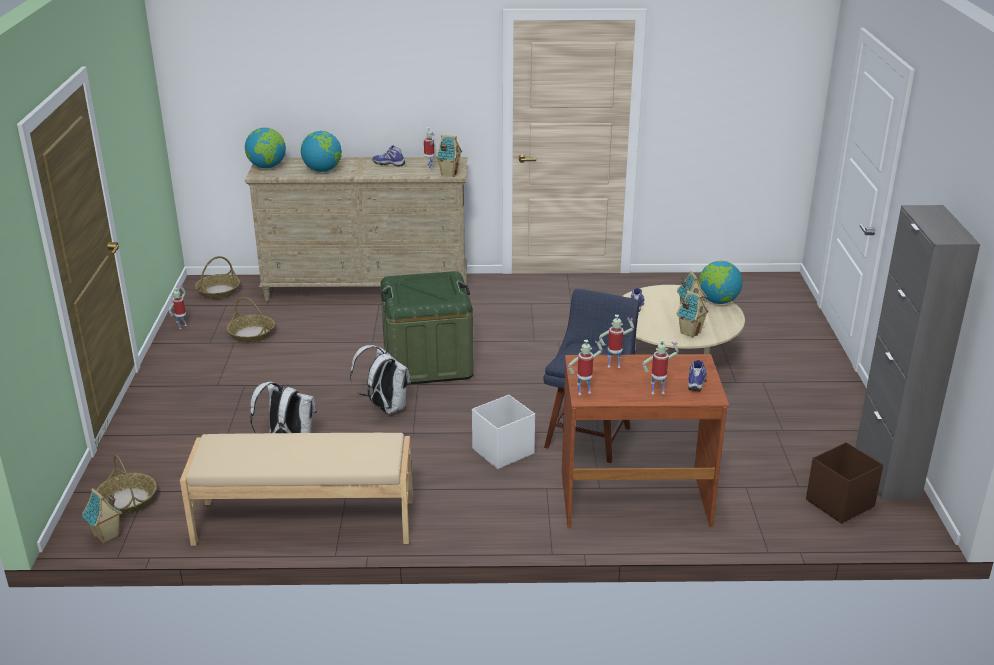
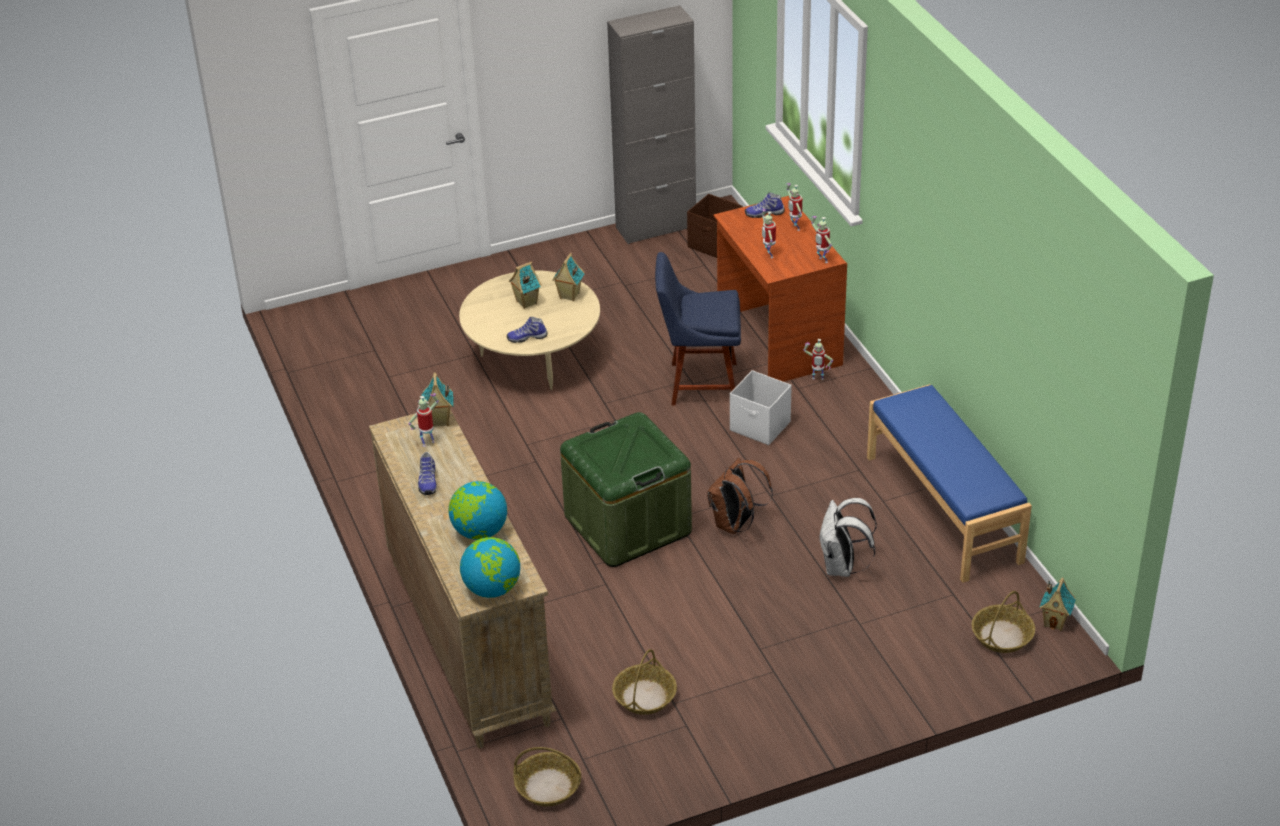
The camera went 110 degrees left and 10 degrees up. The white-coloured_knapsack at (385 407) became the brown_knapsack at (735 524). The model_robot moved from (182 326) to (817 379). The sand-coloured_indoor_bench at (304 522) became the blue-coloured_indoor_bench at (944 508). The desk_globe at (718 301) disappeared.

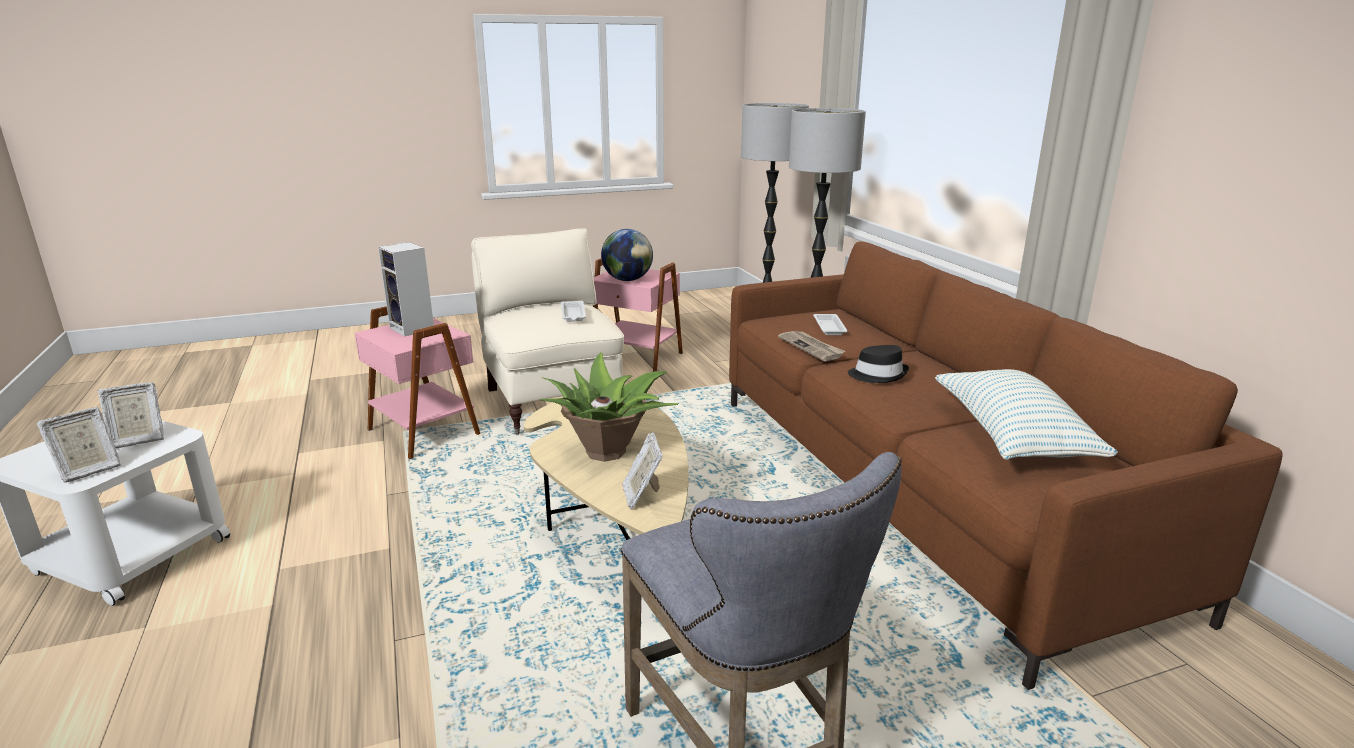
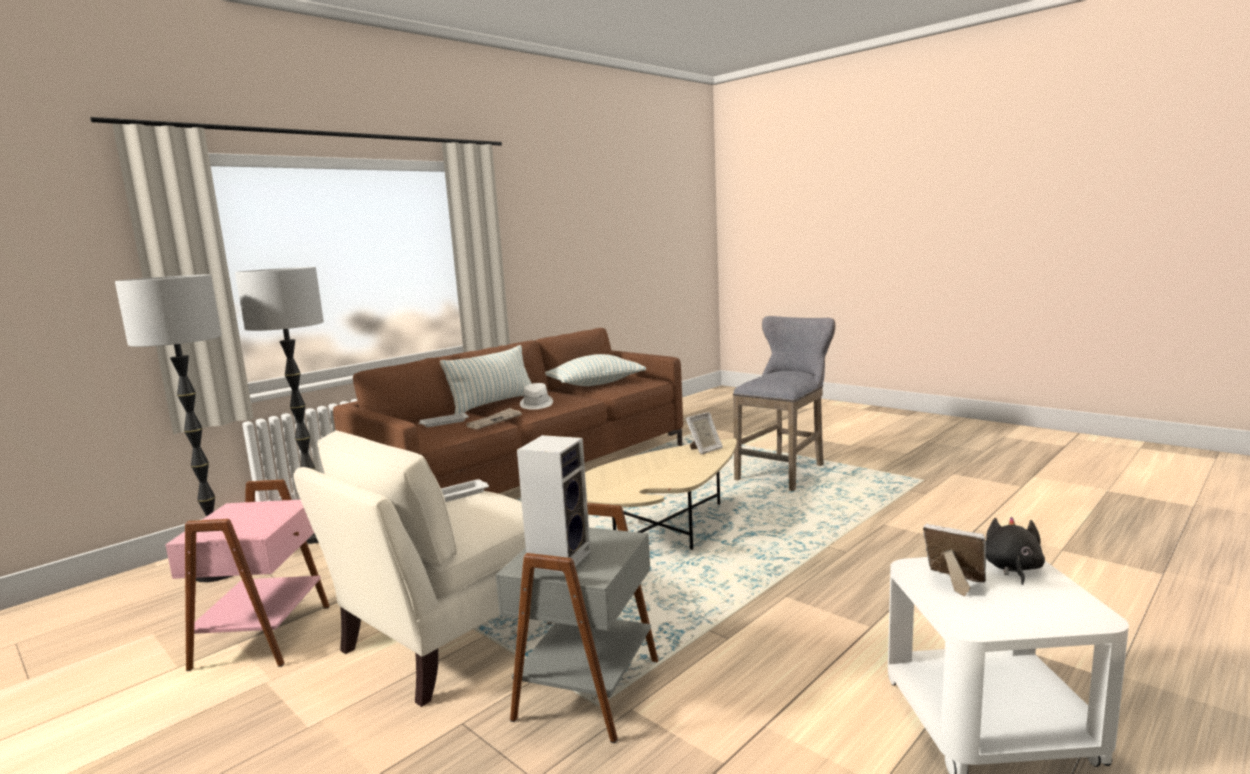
The camera went 115 degrees left and 10 degrees down. The cushion at (493 404) appeared. The pink_side_table at (426 431) became the gray_side_table at (584 689). The blackish_clothing_hat at (878 375) became the white-coloured_clothing_hat at (536 404). The picture_frame at (88 470) was replaced by the blackish_soft_toy at (1012 568). The houseplant at (607 451) disappeared. The desk_globe at (627 280) disappeared.

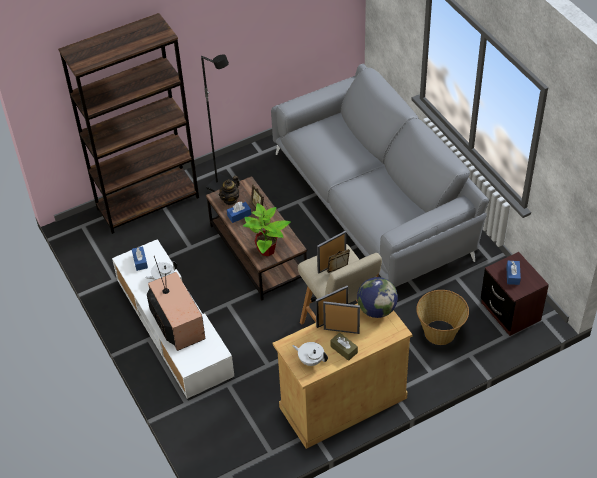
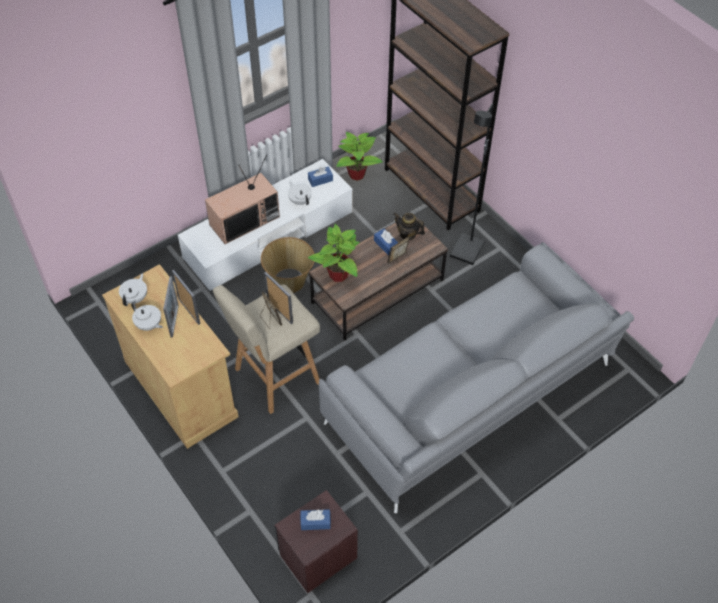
The camera went 80 degrees right and 5 degrees up. The brown_tissue_holder at (344 349) was replaced by the white-coloured_pot_for_tea at (149 325). The household_basket moved from (440 332) to (289 281). The houseplant at (357 174) appeared. The desk_globe at (376 309) disappeared.

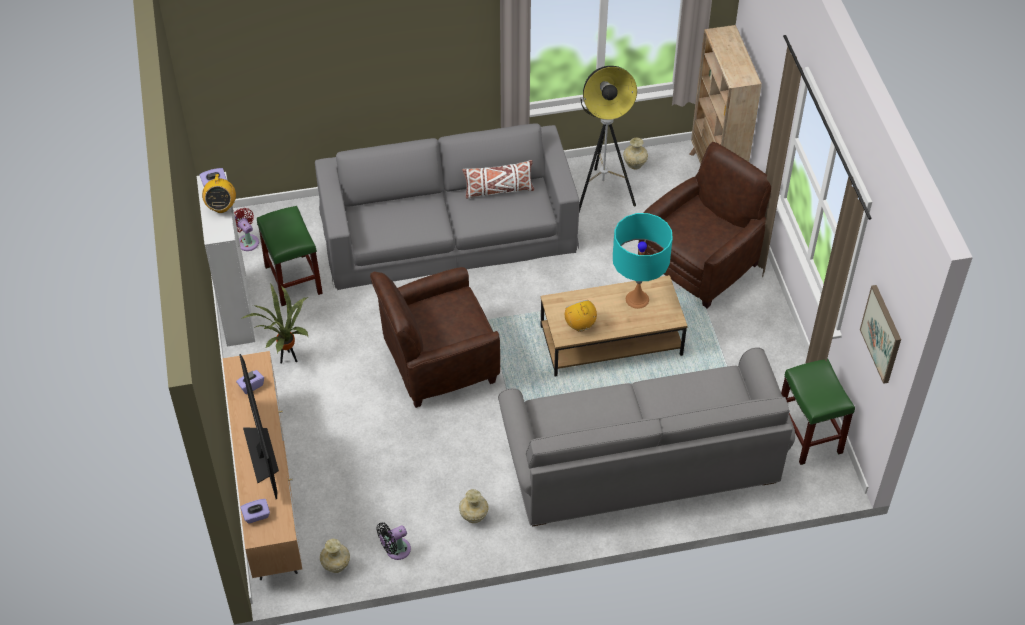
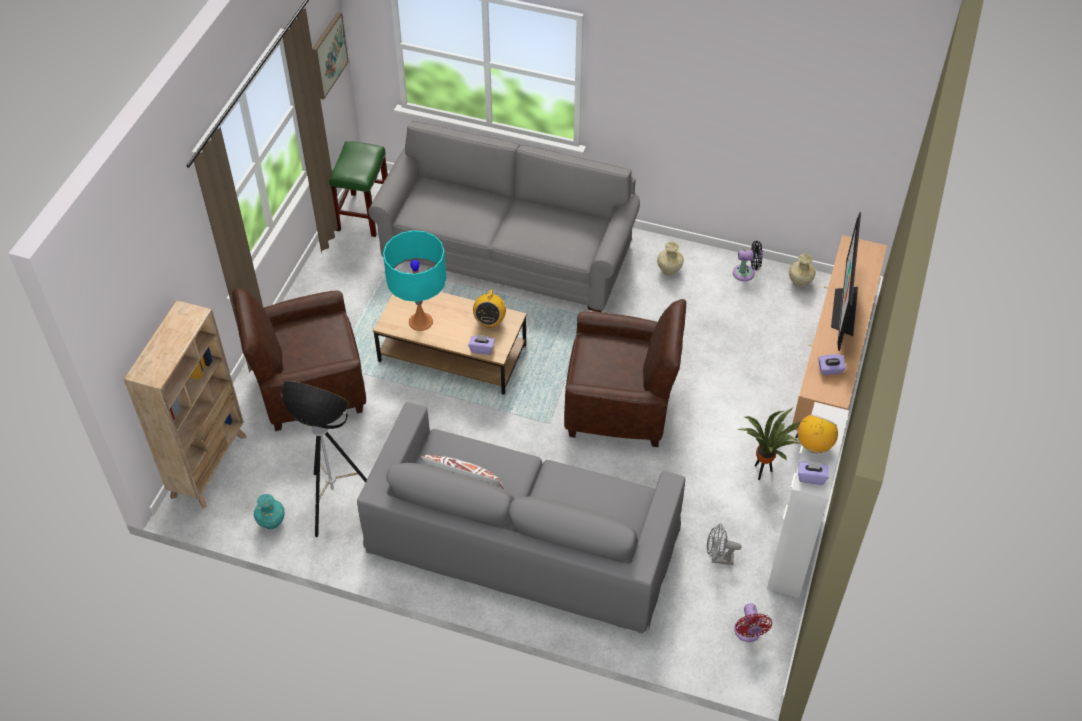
The camera went 150 degrees left and 0 degrees up. The sand-coloured_vase at (635 164) became the blue-green_vase at (271 522). The purplish_tissue_holder moved from (256 516) to (482 349). The greenish_sitting_stool at (292 279) was replaced by the gray_fan at (718 558).

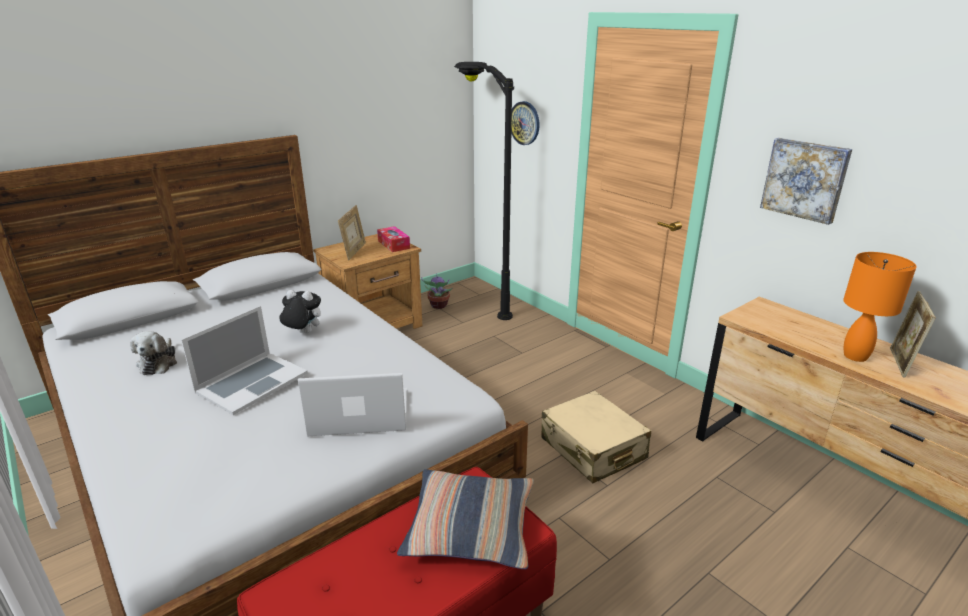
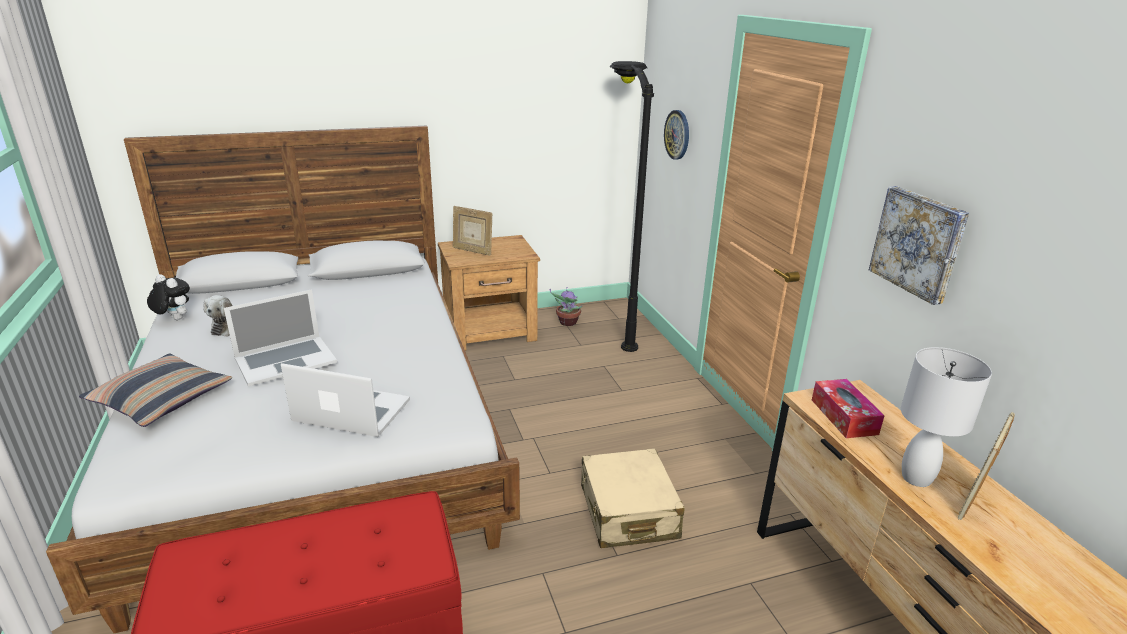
The camera went 20 degrees right and 0 degrees up. The cushion moved from (470 528) to (161 400). The soft_toy moved from (303 333) to (174 319). The picture_frame at (354 252) turned 90 degrees clockwise. The tissue_holder moved from (393 244) to (844 416). The orange_lamp_for_a_table at (856 356) became the white-coloured_lamp_for_a_table at (917 479).

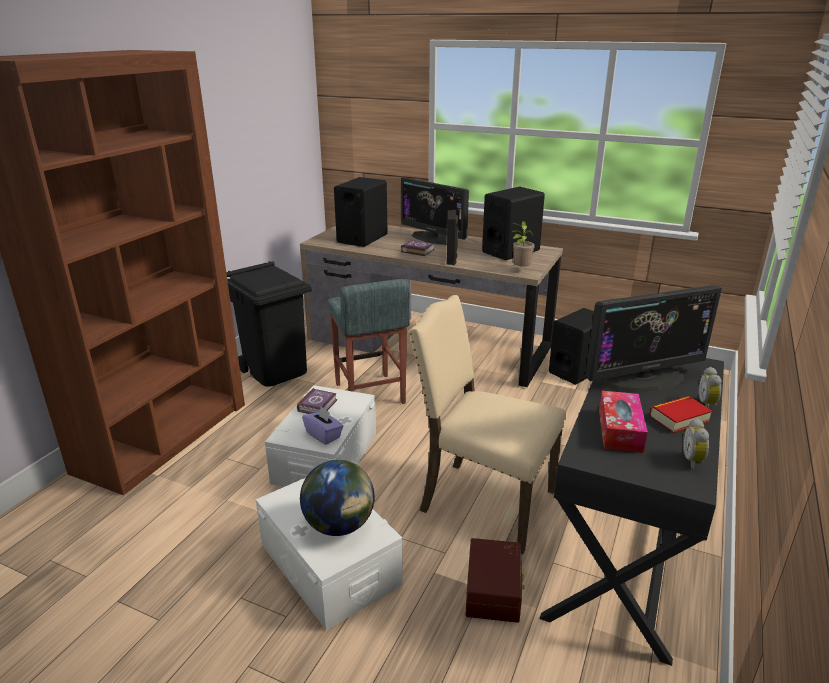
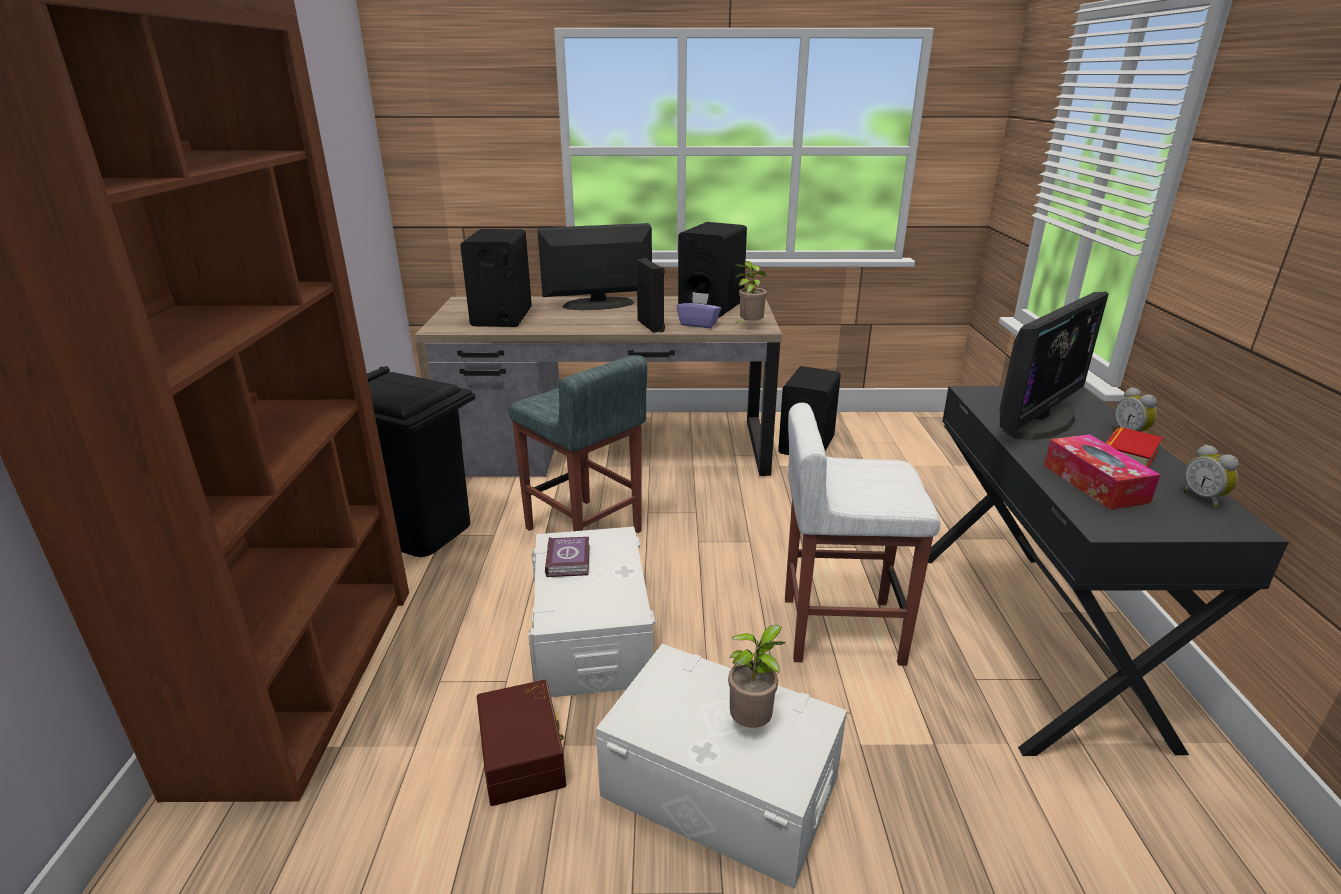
The camera went 25 degrees left and 0 degrees up. The brown_storage_box moved from (495 590) to (525 754). The monitor at (433 238) turned 150 degrees clockwise. The purplish_tissue_holder moved from (324 435) to (698 324). The desk_globe at (339 525) was replaced by the houseplant at (752 723). The sand-coloured_upright_chair at (484 501) was replaced by the white-coloured_sitting_stool at (839 629). The bound_book at (417 250) disappeared.

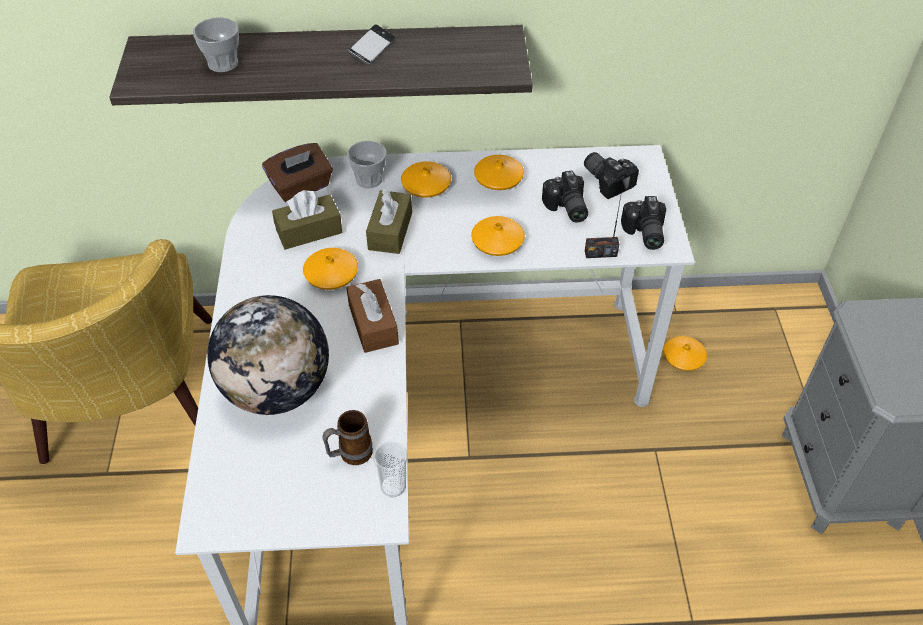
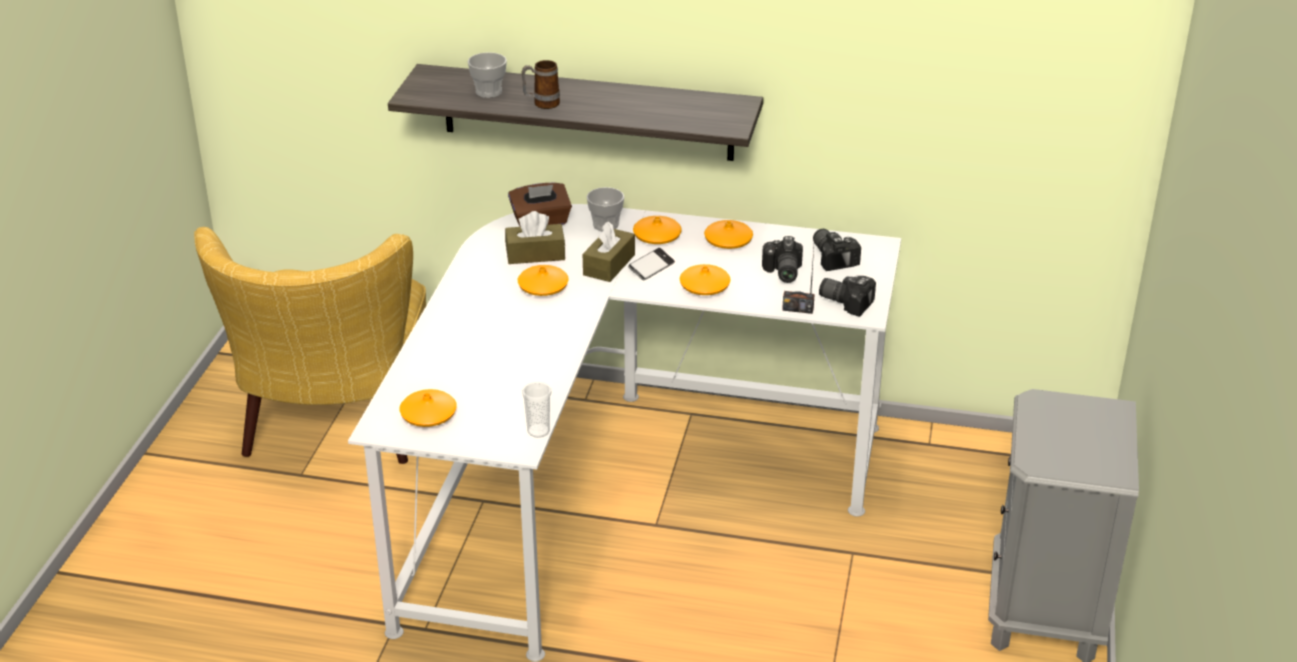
The camera went 15 degrees right and 15 degrees down. The orange_vase moved from (683 357) to (428 415). The mug moved from (349 455) to (541 104). The phone moved from (372 48) to (651 268). The photo_camera at (643 234) turned 105 degrees clockwise. The desk_globe at (278 389) disappeared. The brown_tissue_holder at (373 324) disappeared.

